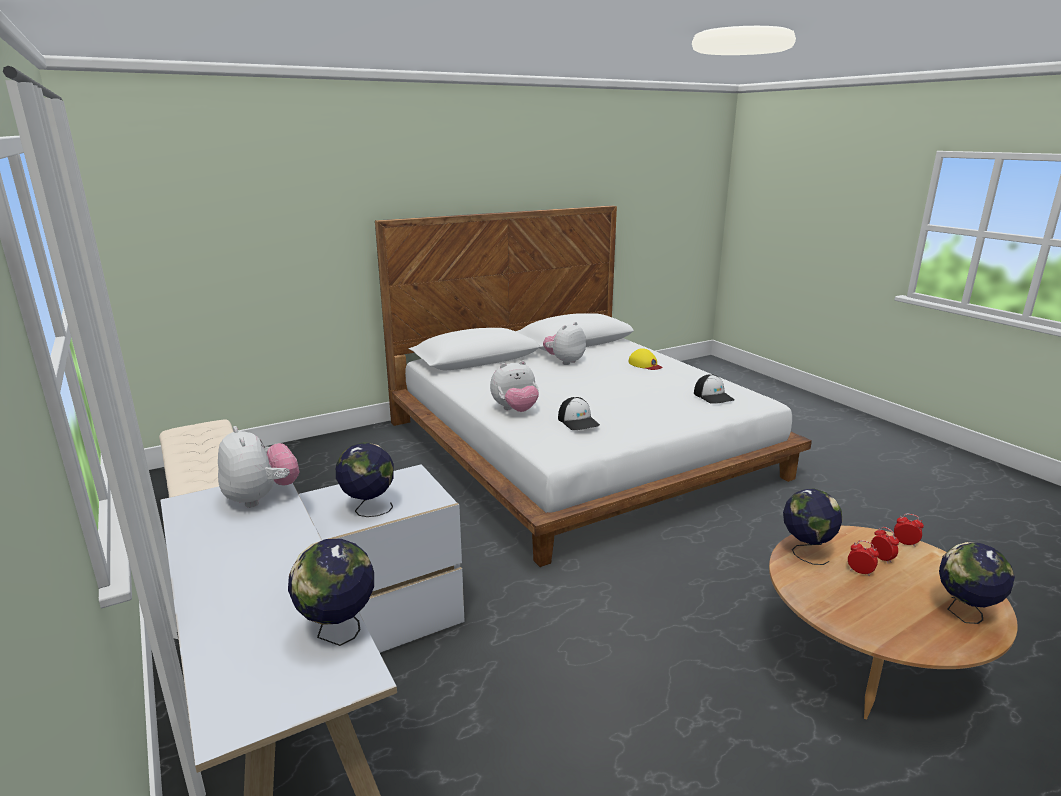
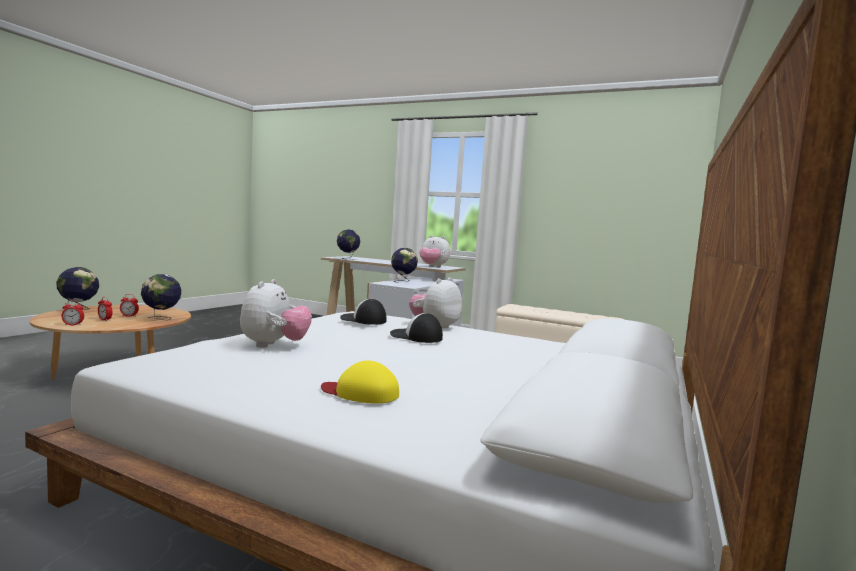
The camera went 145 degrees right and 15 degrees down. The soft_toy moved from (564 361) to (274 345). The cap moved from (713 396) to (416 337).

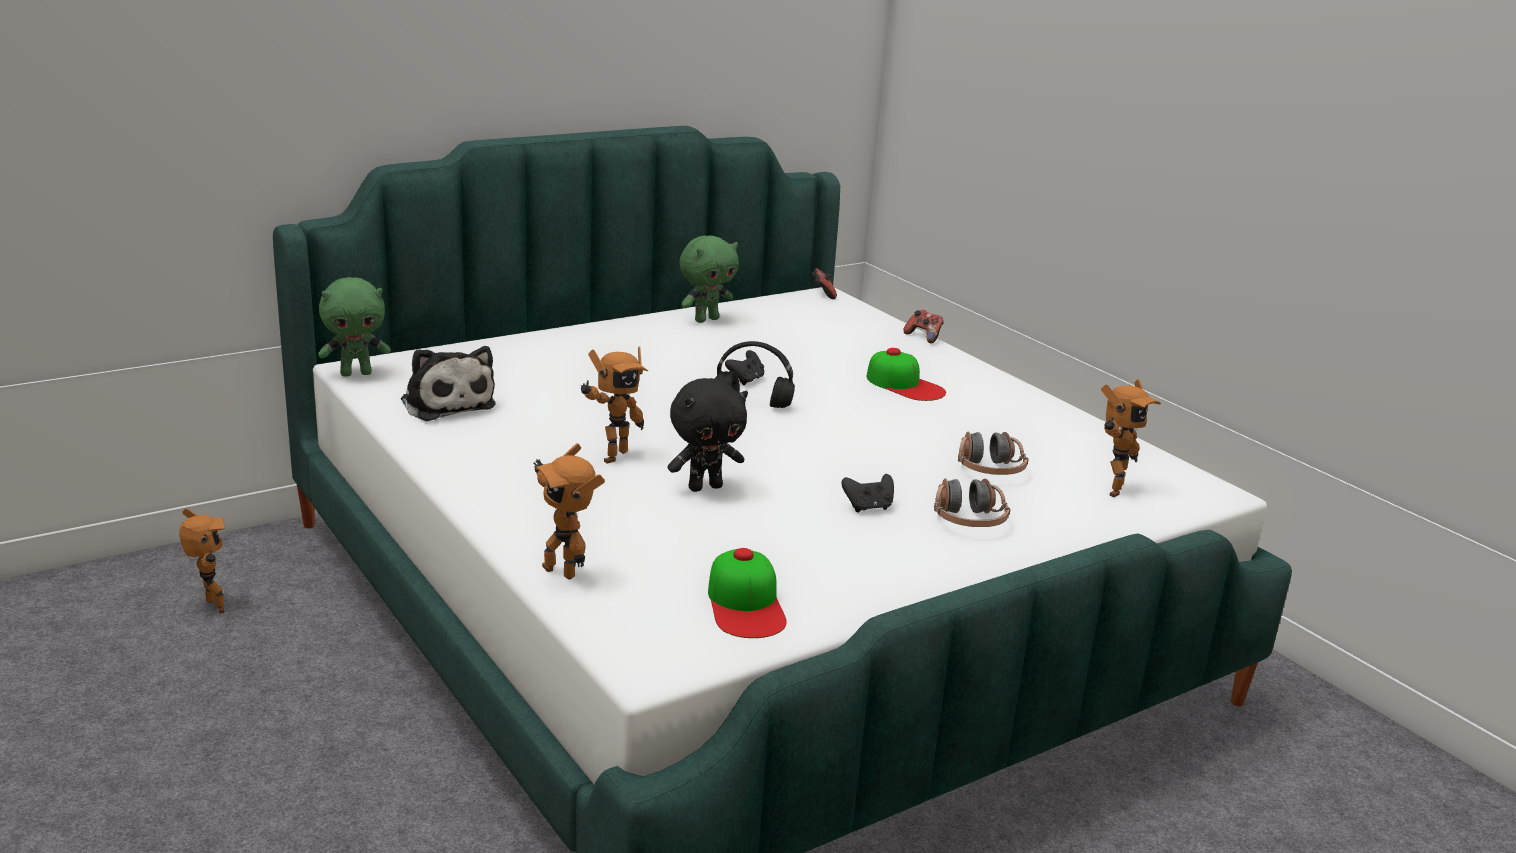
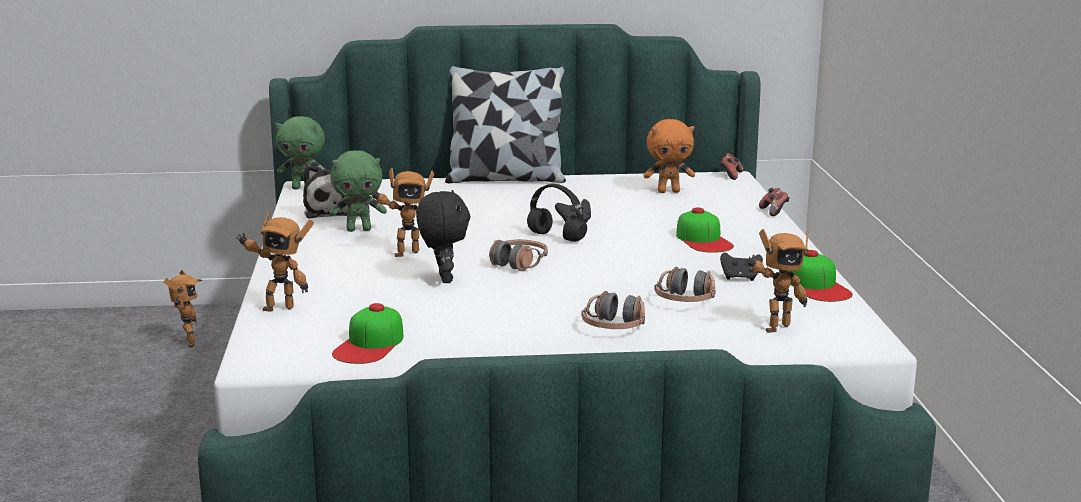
The camera went 30 degrees right and 5 degrees down. The model_robot at (562 570) turned 75 degrees counterclockwise. The greenish_soft_toy moved from (706 319) to (359 229). The blackish_soft_toy at (705 487) turned 105 degrees counterclockwise. The cushion at (505 179) appeared. The pair_of_headphones at (518 263) appeared. The orange_soft_toy at (668 191) appeared. The blackish_game_controller moved from (868 507) to (740 278). The cap at (818 286) appeared.

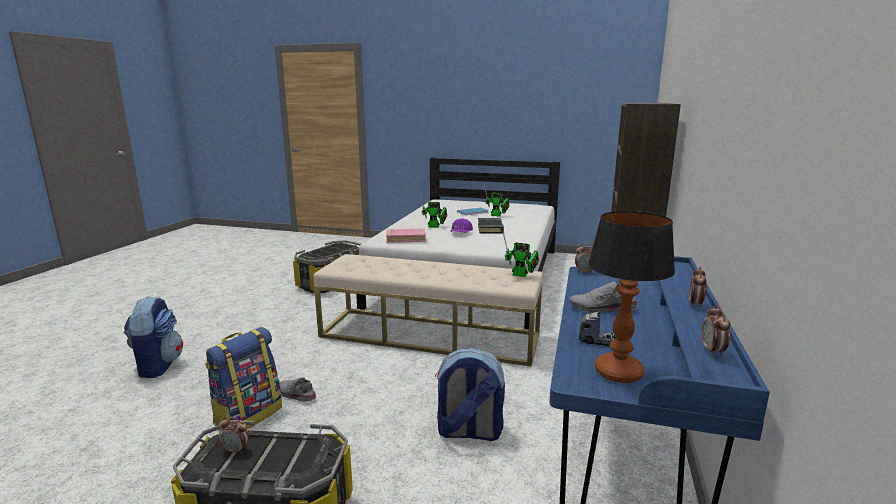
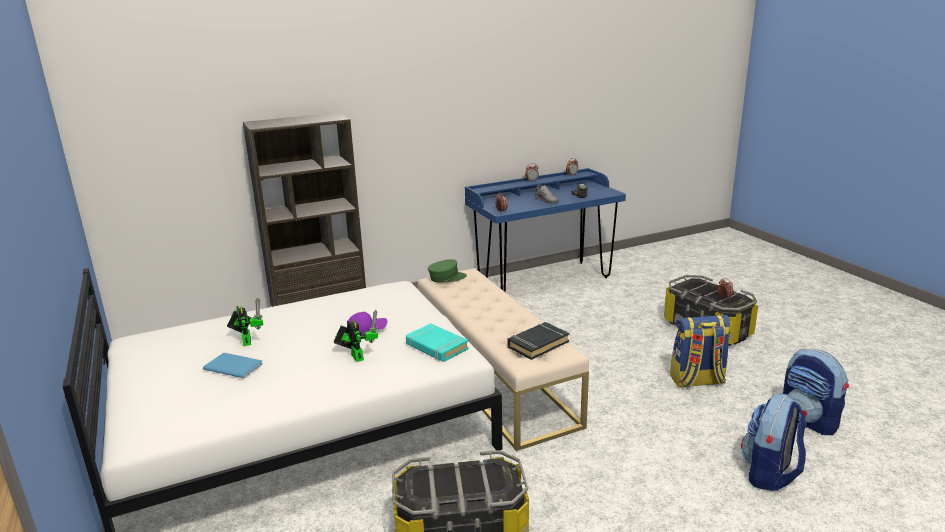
The camera went 130 degrees left and 5 degrees up. The pink_bound_book at (406 238) became the blue-green_bound_book at (436 347). The model_robot at (521 275) was replaced by the greenish_cap at (446 277). The blackish_bound_book moved from (490 229) to (538 344). The knapsack moved from (468 432) to (809 421). The gray_low_shoe at (296 395) disappeared. The lamp_for_a_table at (619 373) disappeared.

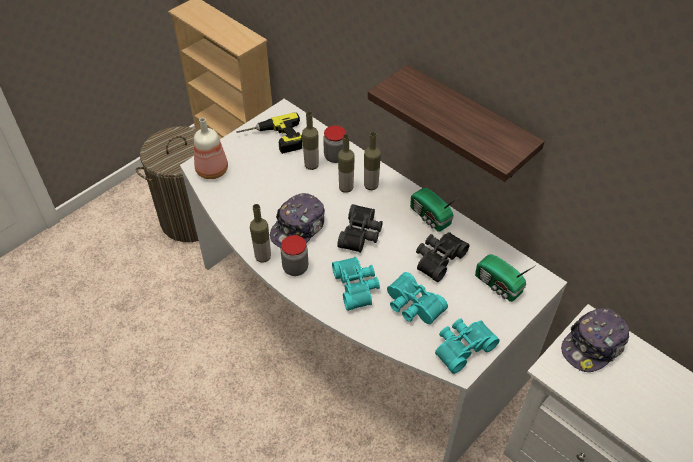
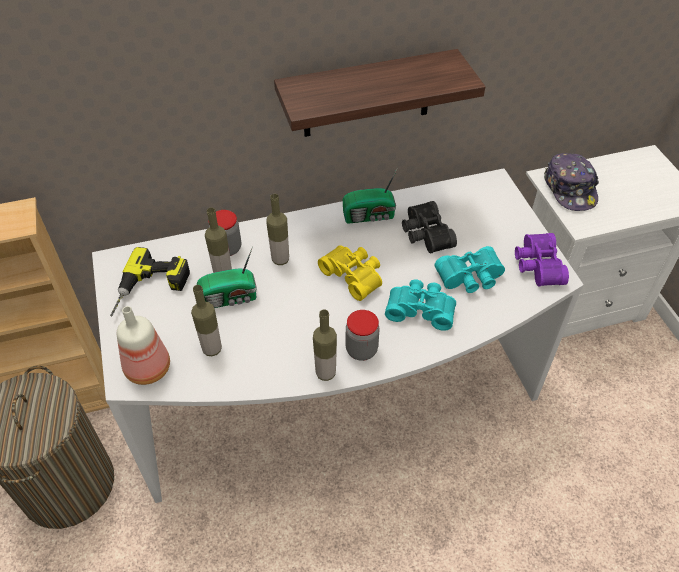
The camera went 60 degrees left and 0 degrees up. The drink_bottle moved from (371 186) to (212 349). The radio_set moved from (498 286) to (230 298). The blackish_pair_of_binoculars at (362 234) became the yellow-coloured_pair_of_binoculars at (354 275). The blue-green_pair_of_binoculars at (462 346) became the purplish_pair_of_binoculars at (536 266). The cap at (298 228) disappeared.

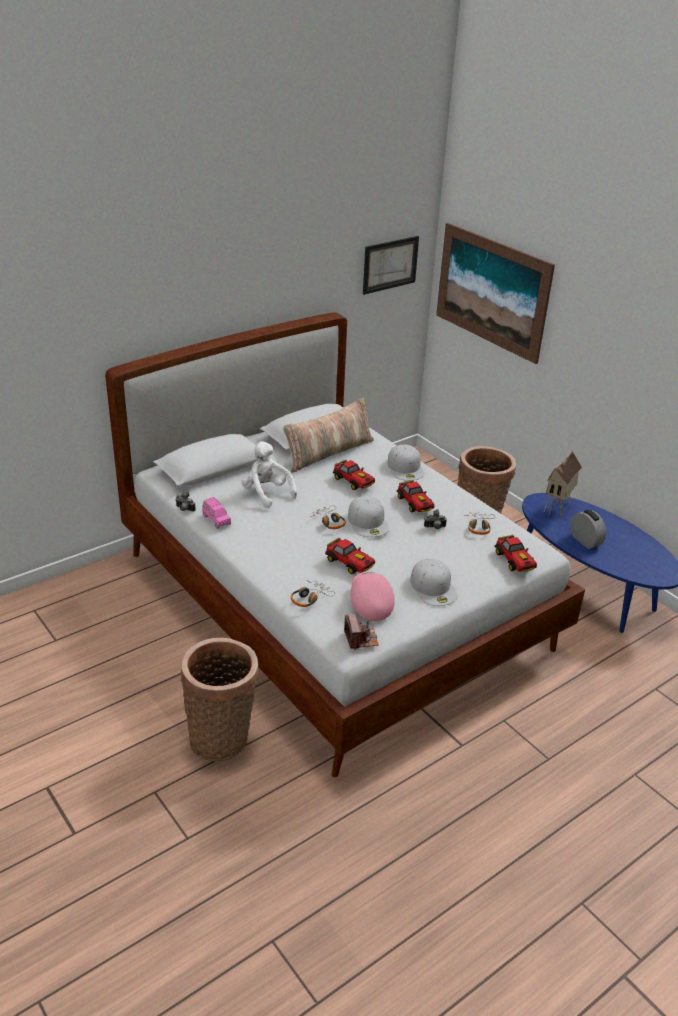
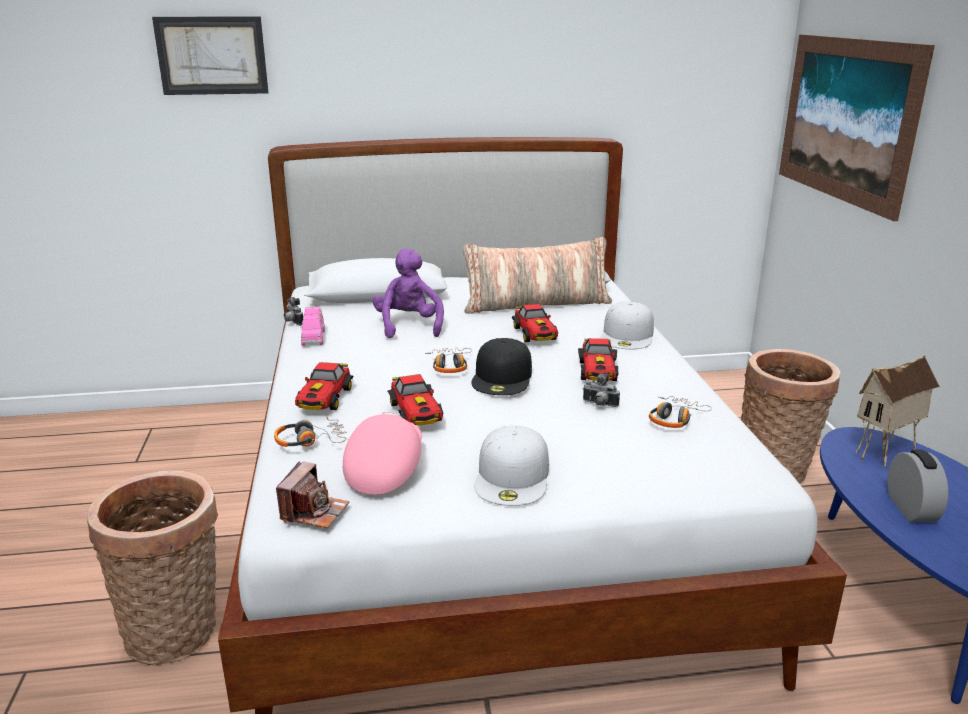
The camera went 30 degrees right and 10 degrees down. The wall_picture moved from (390 264) to (212 55). The toy_car moved from (515 561) to (324 400). The white-coloured_soft_toy at (267 493) became the purplish_soft_toy at (409 326). The white-coloured_cap at (368 522) became the blackish_cap at (503 377).

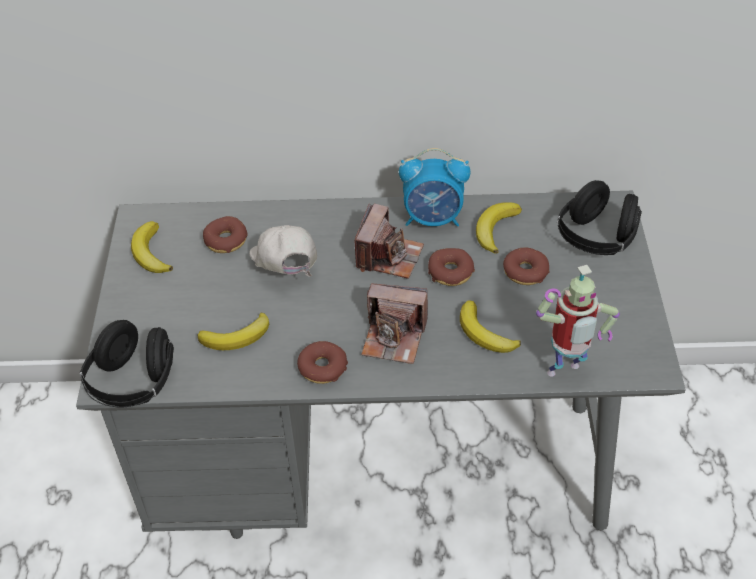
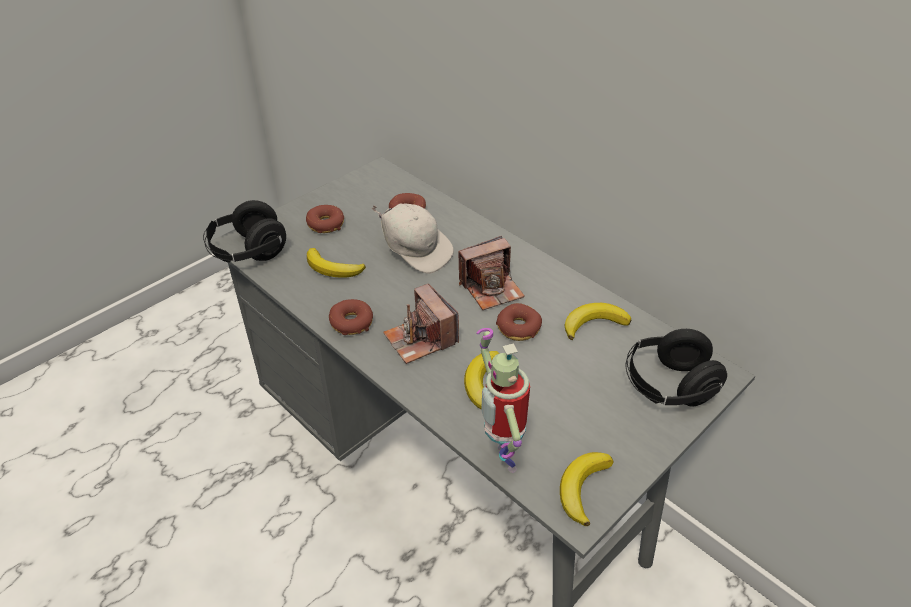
The camera went 45 degrees right and 5 degrees down. The doughnut moved from (525 272) to (325 224). The white-coloured_cap at (285 270) turned 105 degrees clockwise. The model_robot at (564 373) turned 45 degrees clockwise. The whole_banana moved from (151 253) to (582 488). The alarm_clock at (433 218) disappeared.

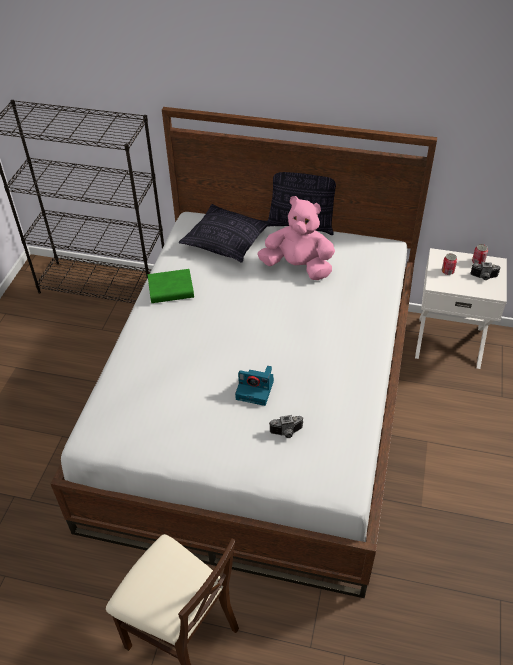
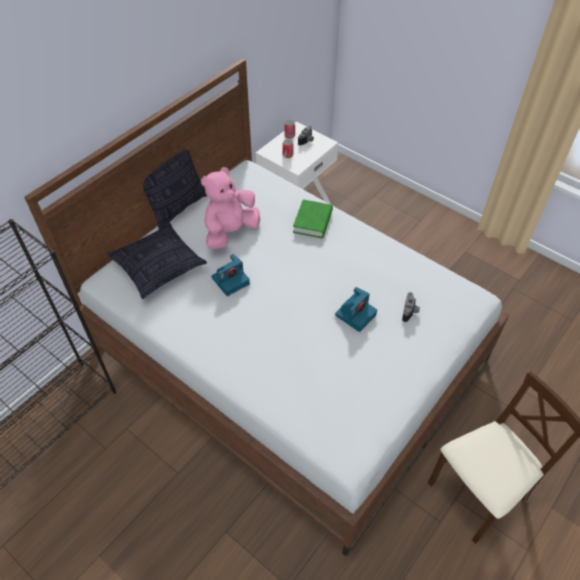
The camera went 65 degrees left and 5 degrees up. The photo_camera at (231 280) appeared. The greenish_bound_book moved from (171 290) to (312 222).

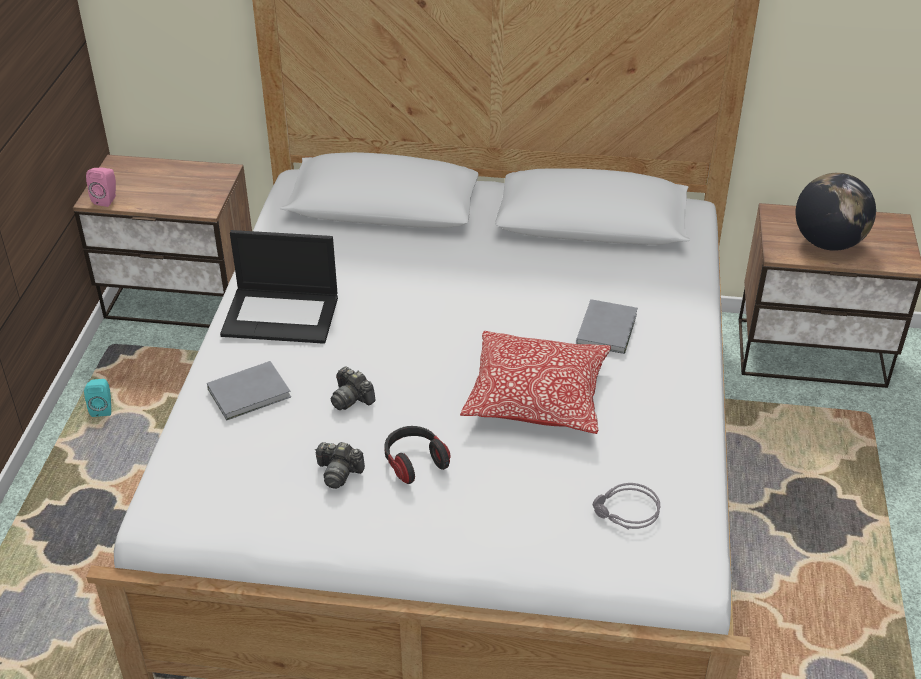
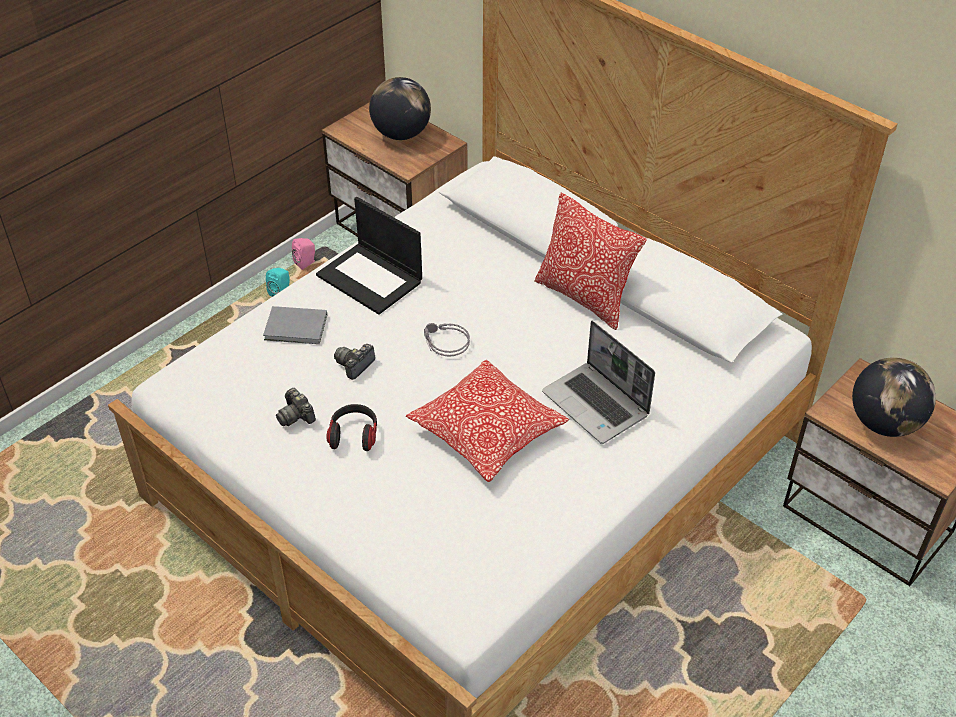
The camera went 35 degrees right and 5 degrees up. The pink_audio_speaker moved from (107 199) to (306 263). The photo_camera at (351 398) turned 45 degrees clockwise. The desk_globe at (401 134) appeared. The gray_pair_of_headphones moved from (626 512) to (444 343). The cushion at (584 297) appeared. The gray_bound_book at (608 328) was replaced by the portable_computer at (597 404).

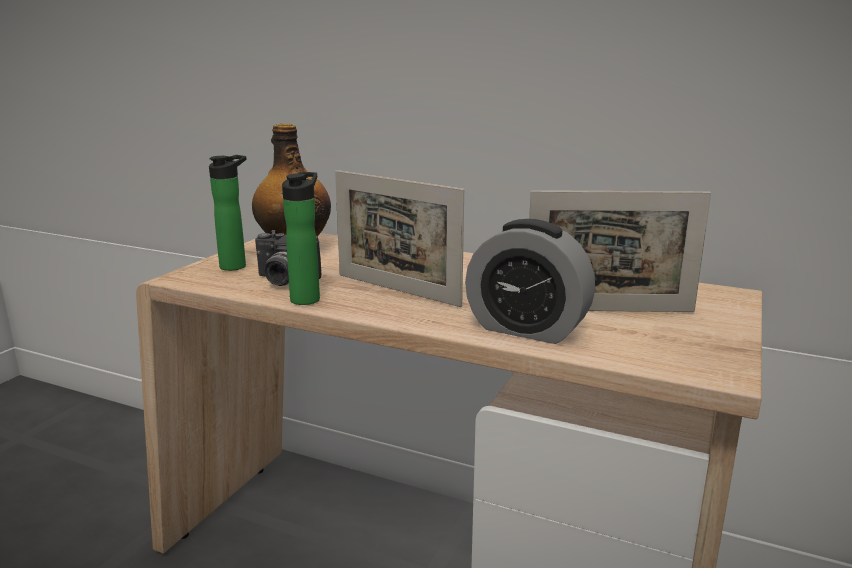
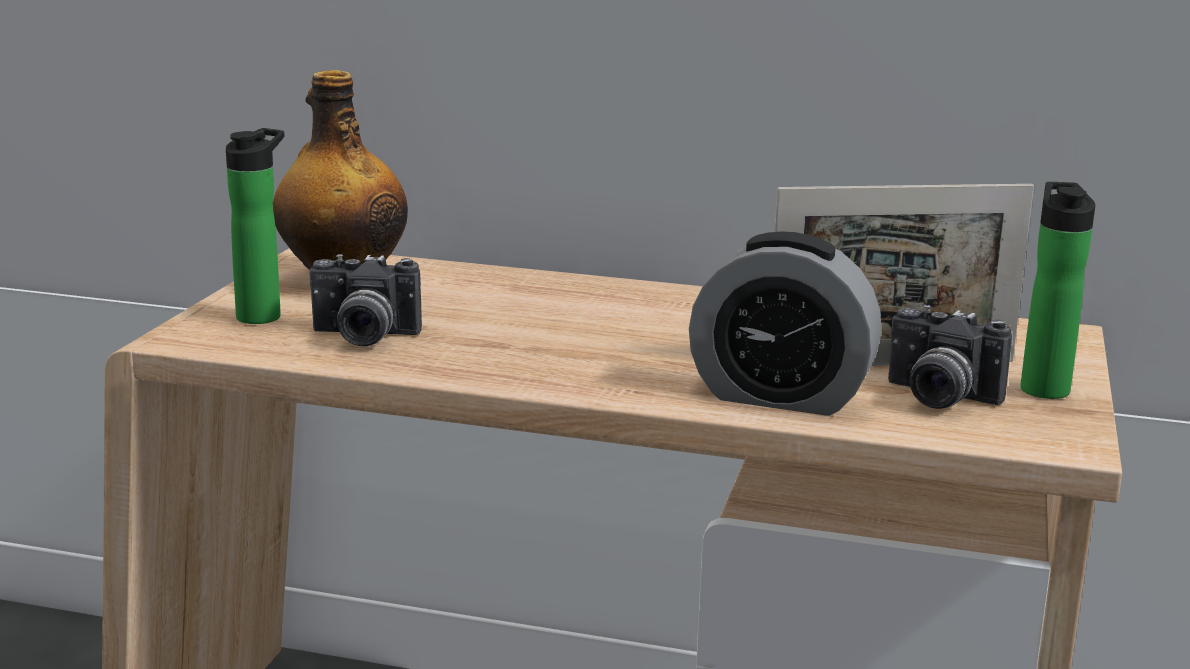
The camera went 10 degrees left and 0 degrees up. The photo_camera at (937 398) appeared. The drink_bottle moved from (307 298) to (1043 387). The picture_frame at (397 290) disappeared.

